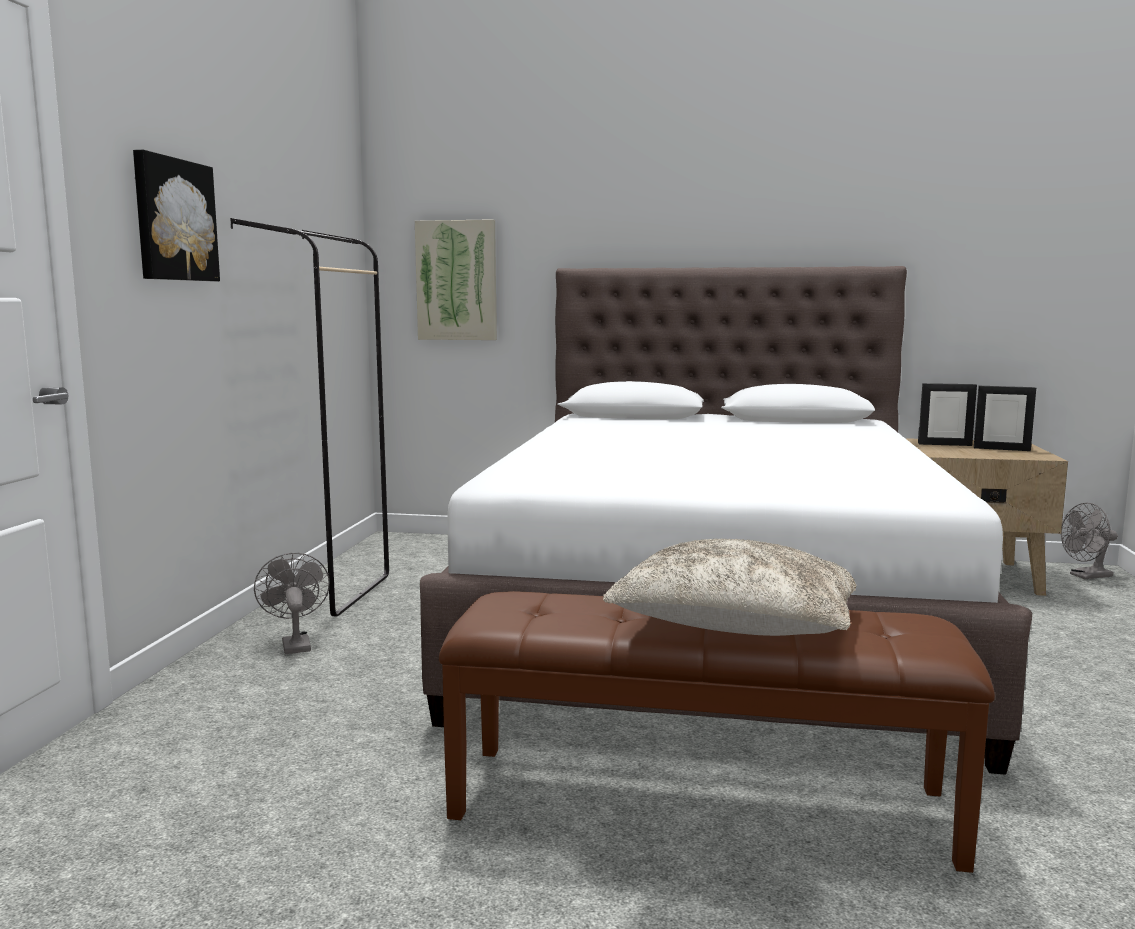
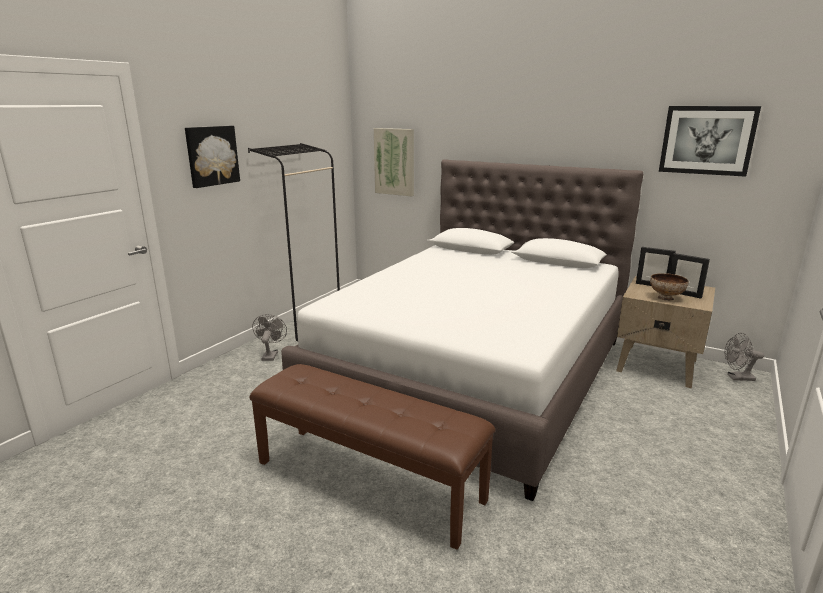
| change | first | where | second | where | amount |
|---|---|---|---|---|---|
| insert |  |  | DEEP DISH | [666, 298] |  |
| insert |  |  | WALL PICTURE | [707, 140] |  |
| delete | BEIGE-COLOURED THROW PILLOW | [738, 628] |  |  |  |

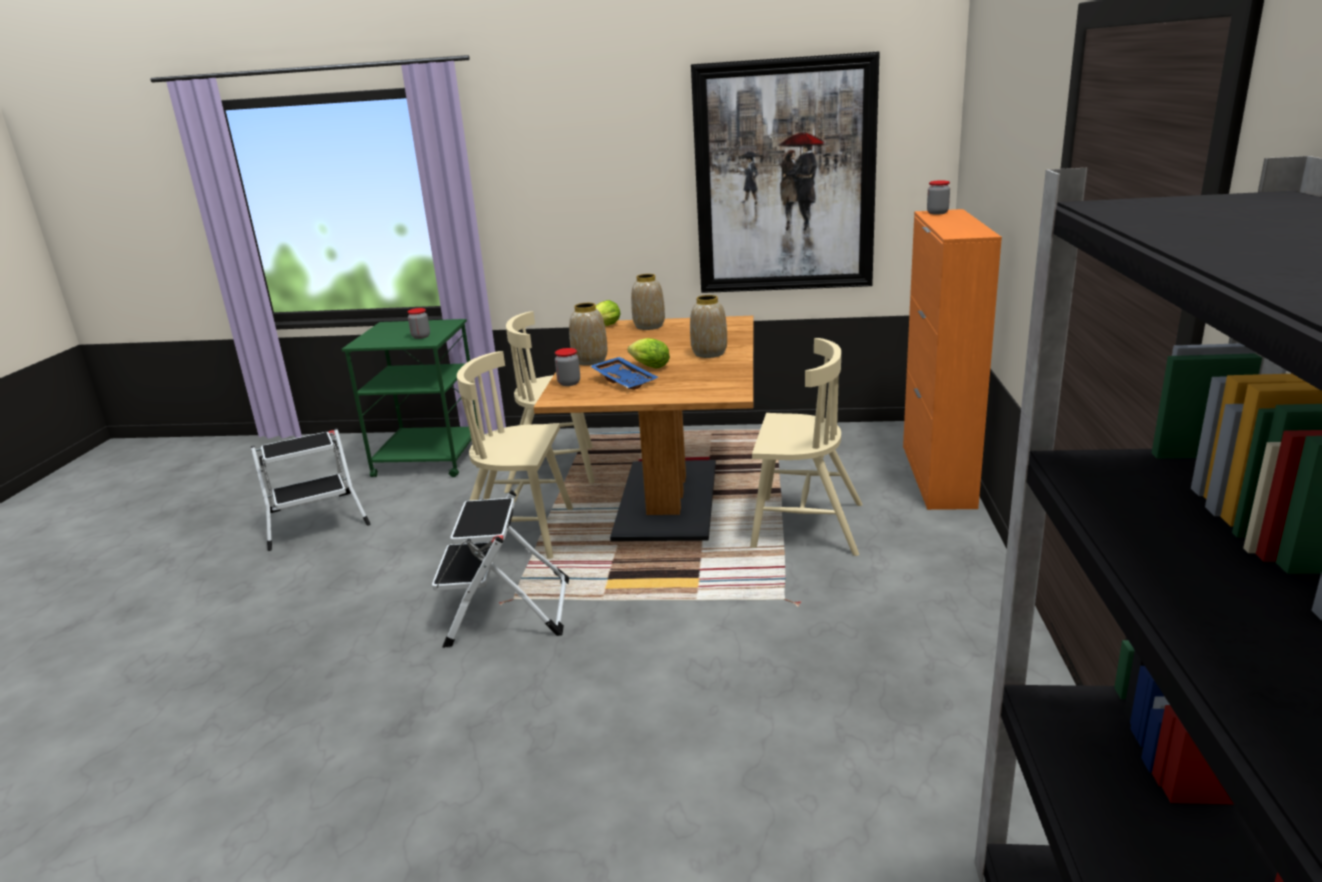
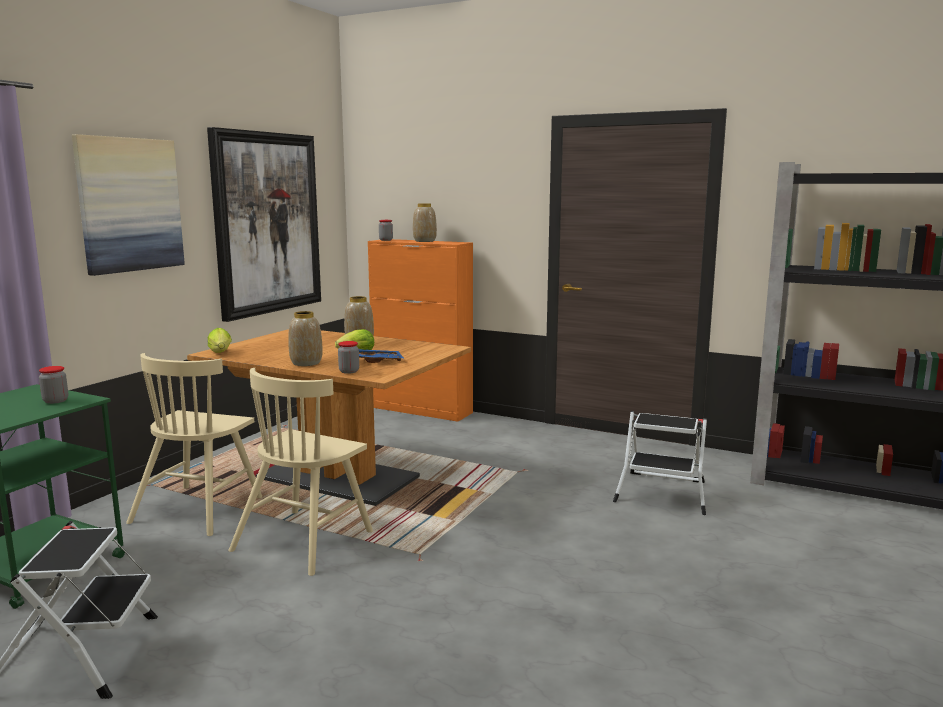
| change | first | where | second | where | amount |
|---|---|---|---|---|---|
| insert |  |  | WALL PICTURE | [130, 205] |  |
| move | DECORATIVE VASE | [649, 326] |  | [425, 241] |  |
| move | STEP STOOL | [506, 609] |  | [662, 492] |  |
| delete | BEIGE-COLOURED UPRIGHT CHAIR | [800, 525] |  |  |  |

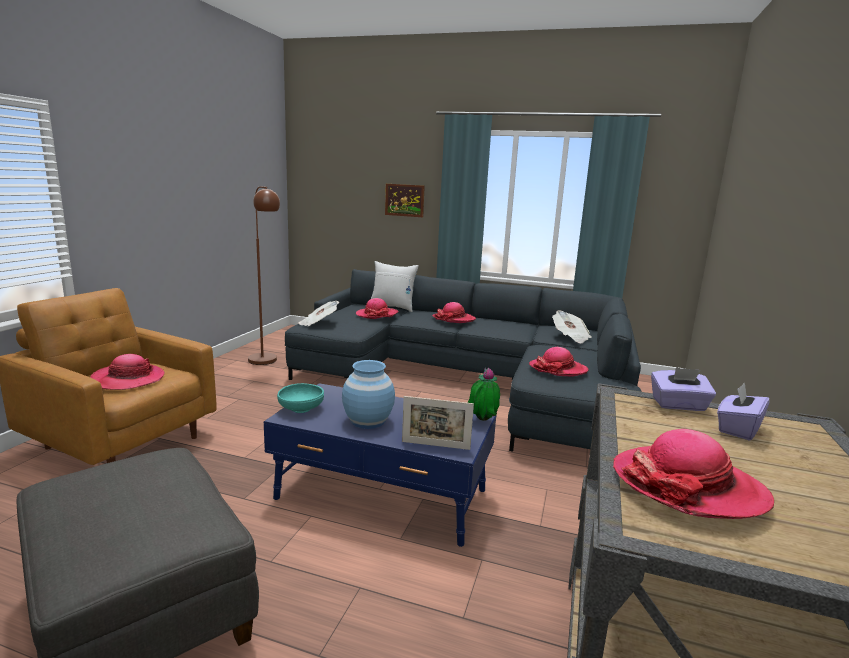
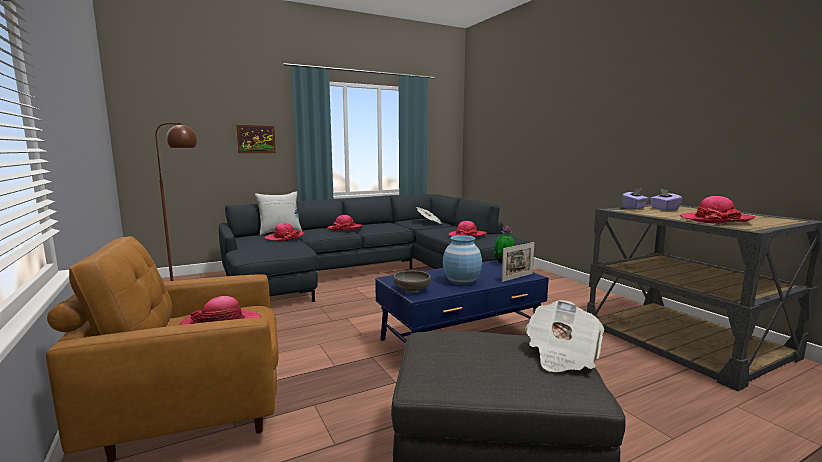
| change | first | where | second | where | amount |
|---|---|---|---|---|---|
| recolor | BLUE-GREEN DEEP DISH | [301, 409] | GREYISH DEEP DISH | [412, 290] |  |
| move | NEWSPAPER | [318, 324] |  | [561, 355] |  |

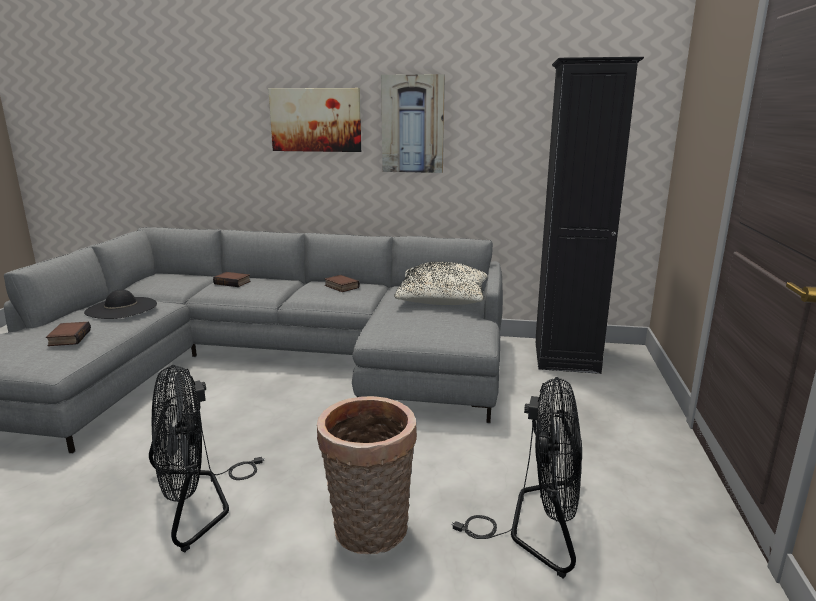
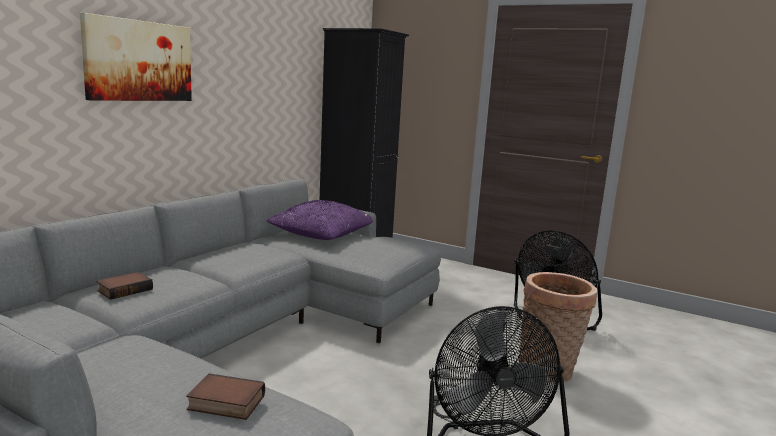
| change | first | where | second | where | amount |
|---|---|---|---|---|---|
| recolor | BEIGE-COLOURED THROW PILLOW | [442, 298] | PURPLE-COLOURED THROW PILLOW | [322, 233] |  |
| delete | BLACKISH WEARABLE HAT | [121, 308] |  |  |  |
| delete | VOLUME | [340, 287] |  |  |  |
| delete | WALL PICTURE | [413, 124] |  |  |  |

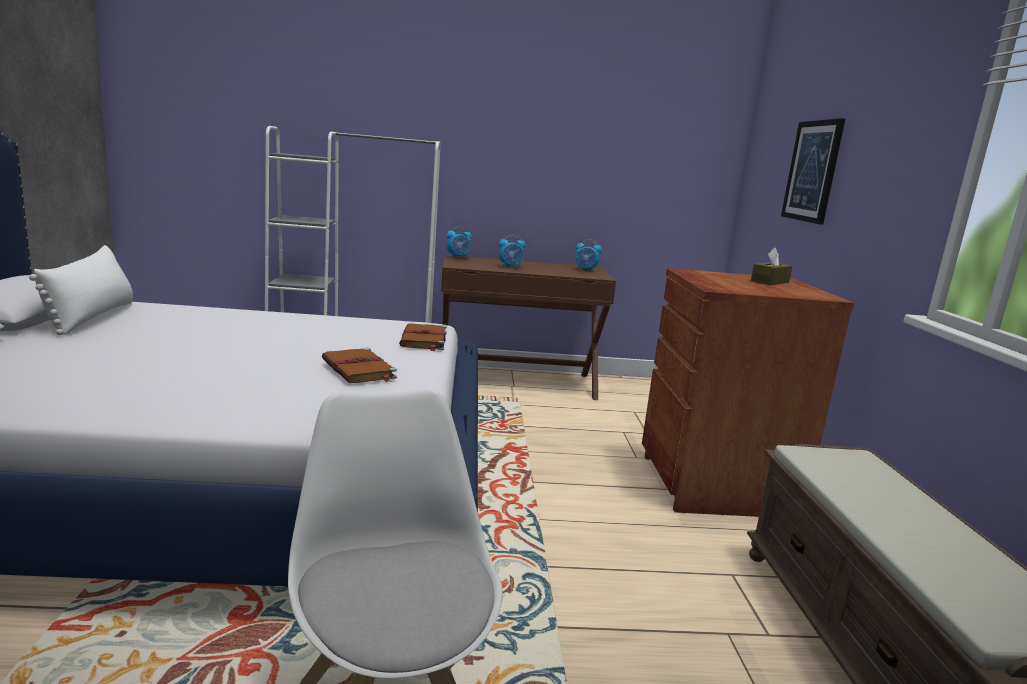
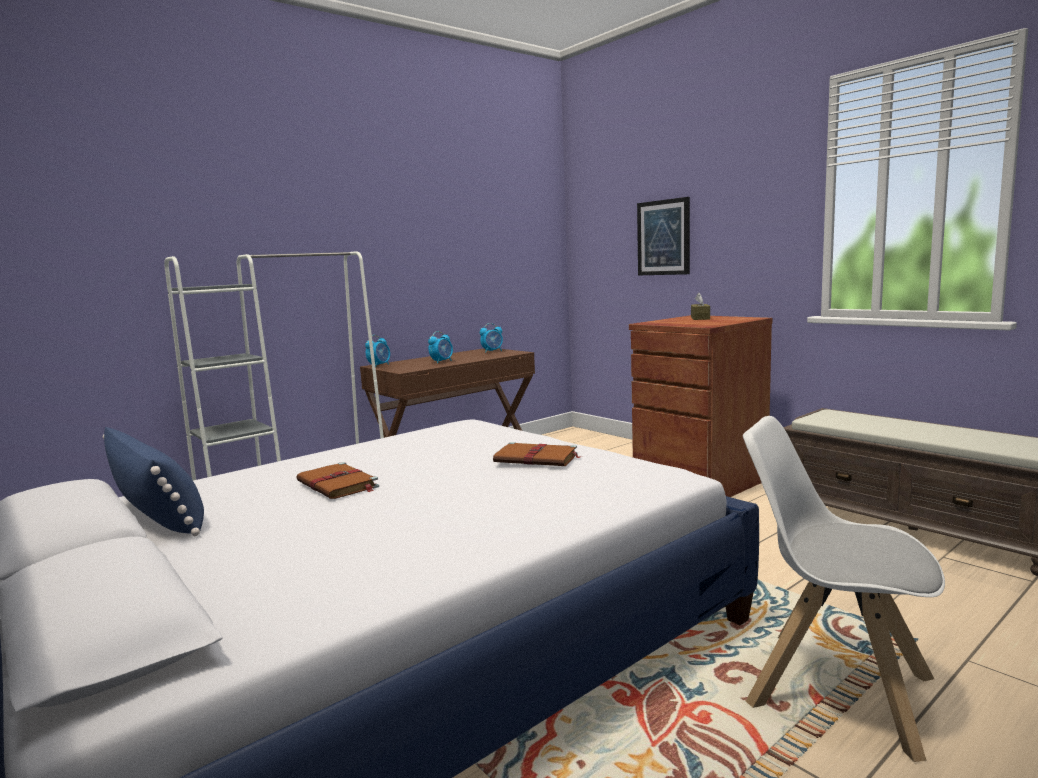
| change | first | where | second | where | amount |
|---|---|---|---|---|---|
| recolor | WHITE-COLOURED THROW PILLOW | [92, 317] | BLUE THROW PILLOW | [158, 515] |  |
| move | BROWNISH VOLUME | [424, 340] |  | [338, 484] |  |

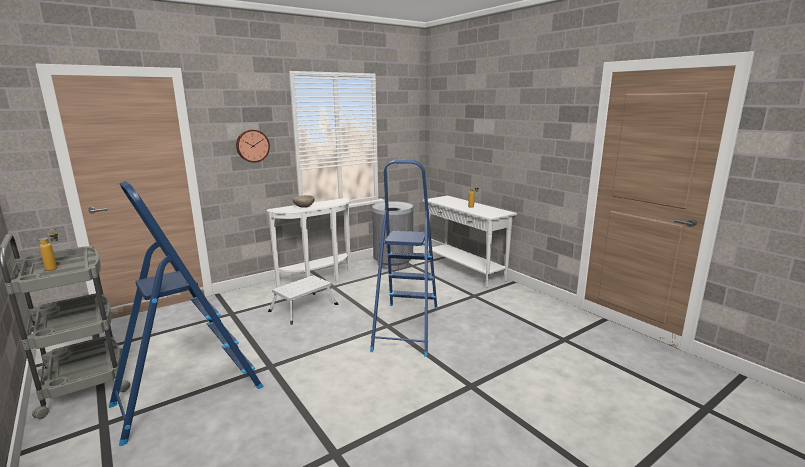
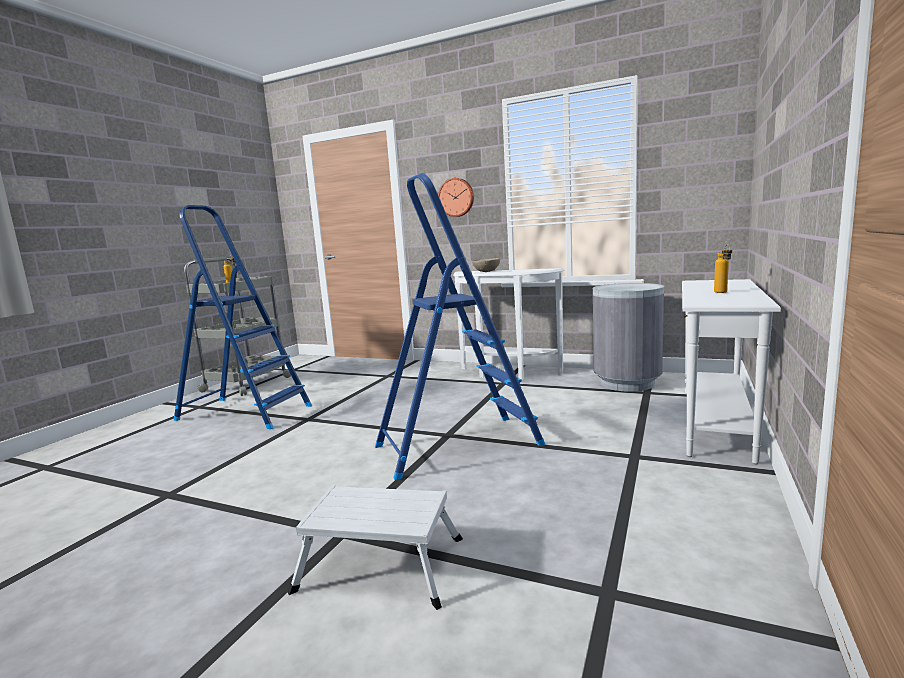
| change | first | where | second | where | amount |
|---|---|---|---|---|---|
| move | WHITE-COLOURED STEP STOOL | [304, 307] |  | [381, 564] |  |

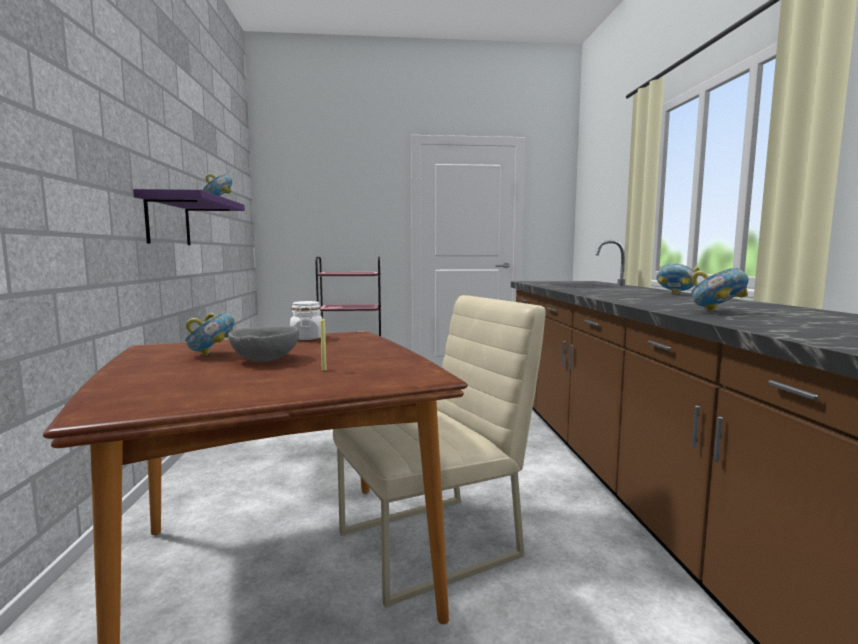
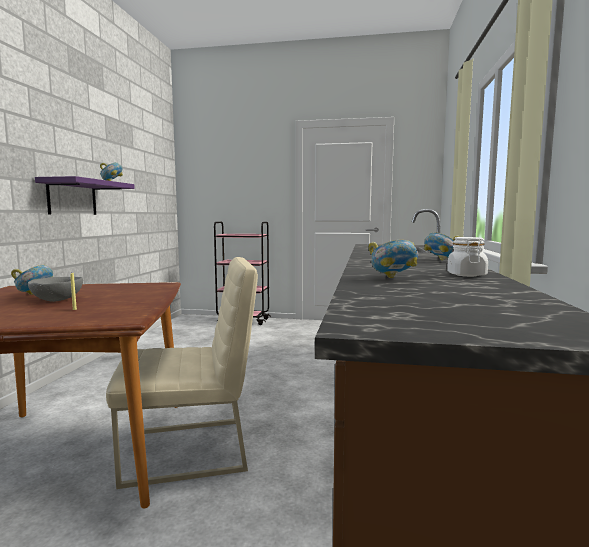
| change | first | where | second | where | amount |
|---|---|---|---|---|---|
| move | WHITE-COLOURED STORAGE JAR | [307, 338] |  | [466, 275] |  |

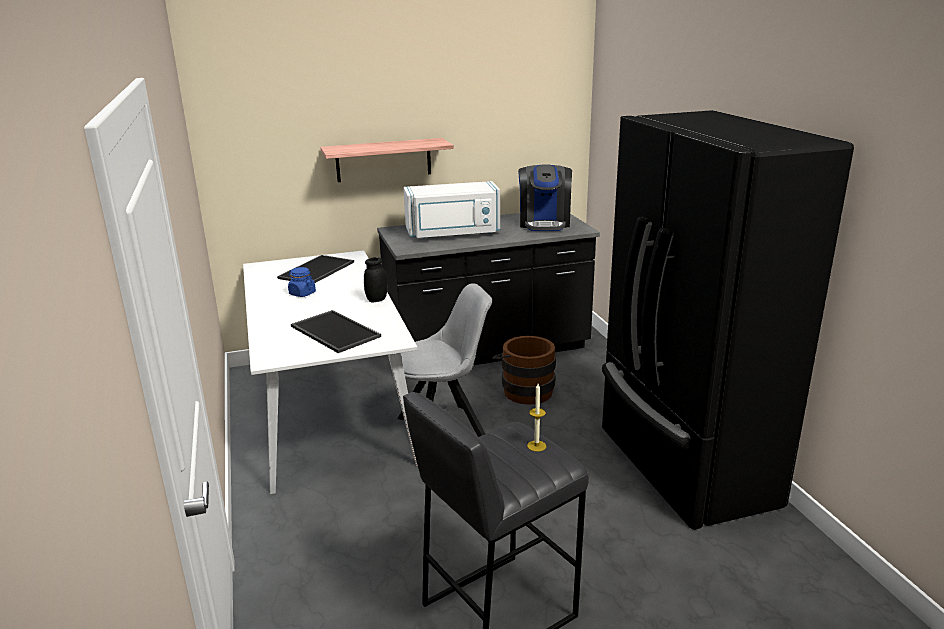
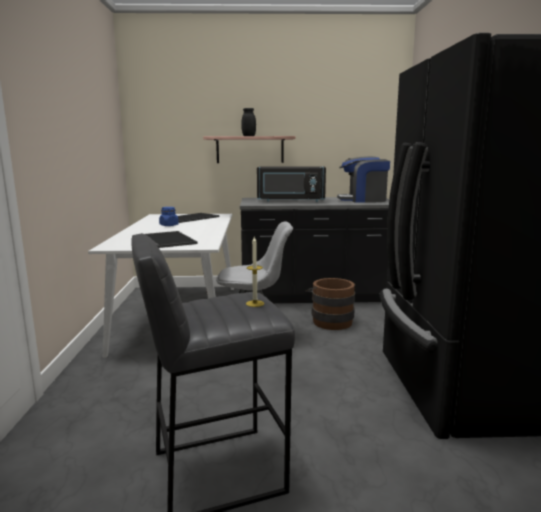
| change | first | where | second | where | amount |
|---|---|---|---|---|---|
| move | BLACKISH STORAGE JAR | [376, 300] |  | [249, 136] |  |
| recolor | WHITE-COLOURED MICROWAVE | [453, 233] | BLACKISH MICROWAVE | [291, 201] |  |
| rotate | COFFEE BREWER | [544, 223] |  | [363, 200] | 75 degrees clockwise |

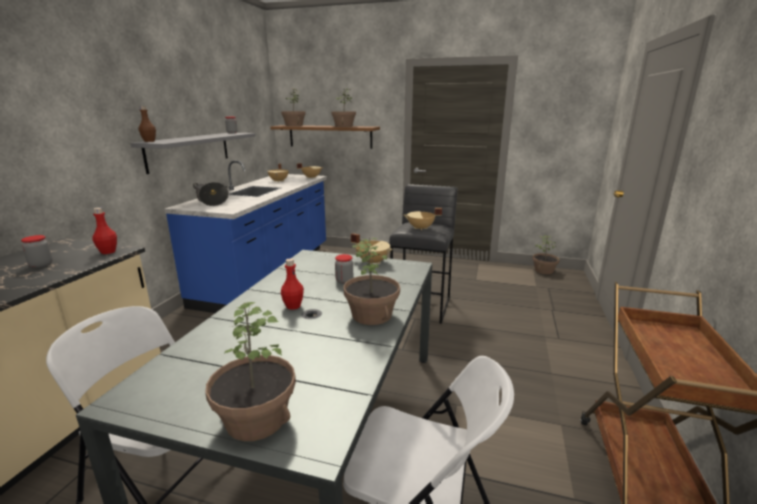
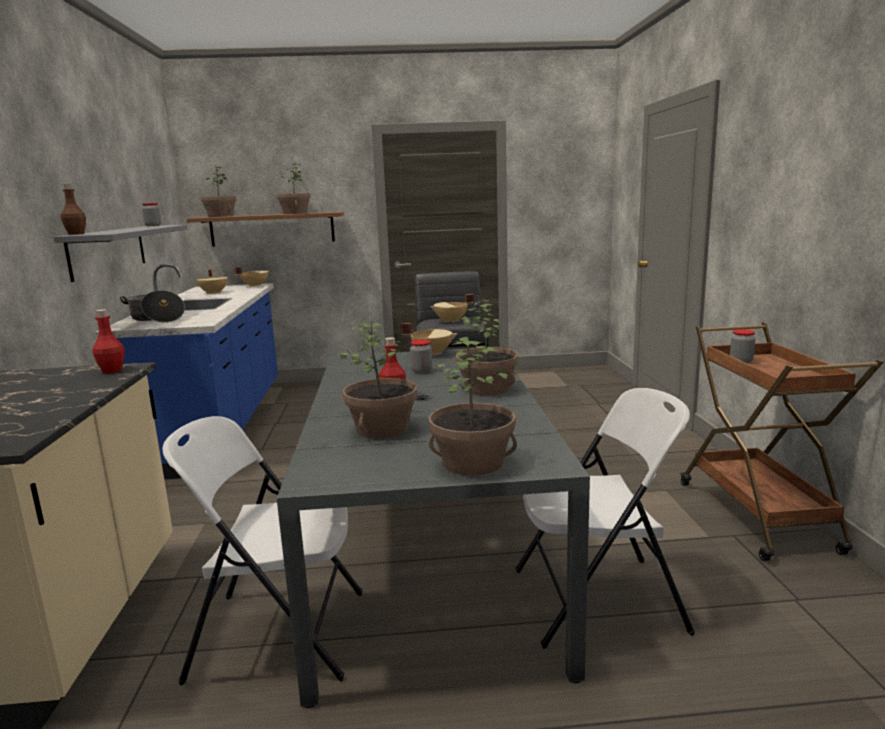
| change | first | where | second | where | amount |
|---|---|---|---|---|---|
| move | HOUSEPLANT | [544, 271] |  | [383, 428] |  |
| move | STORAGE JAR | [41, 265] |  | [741, 361] |  |

